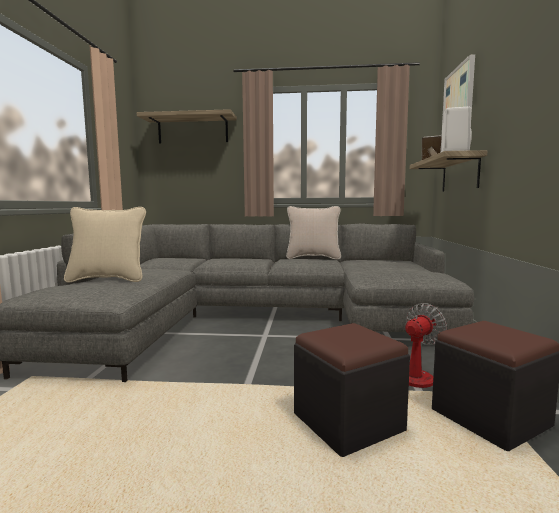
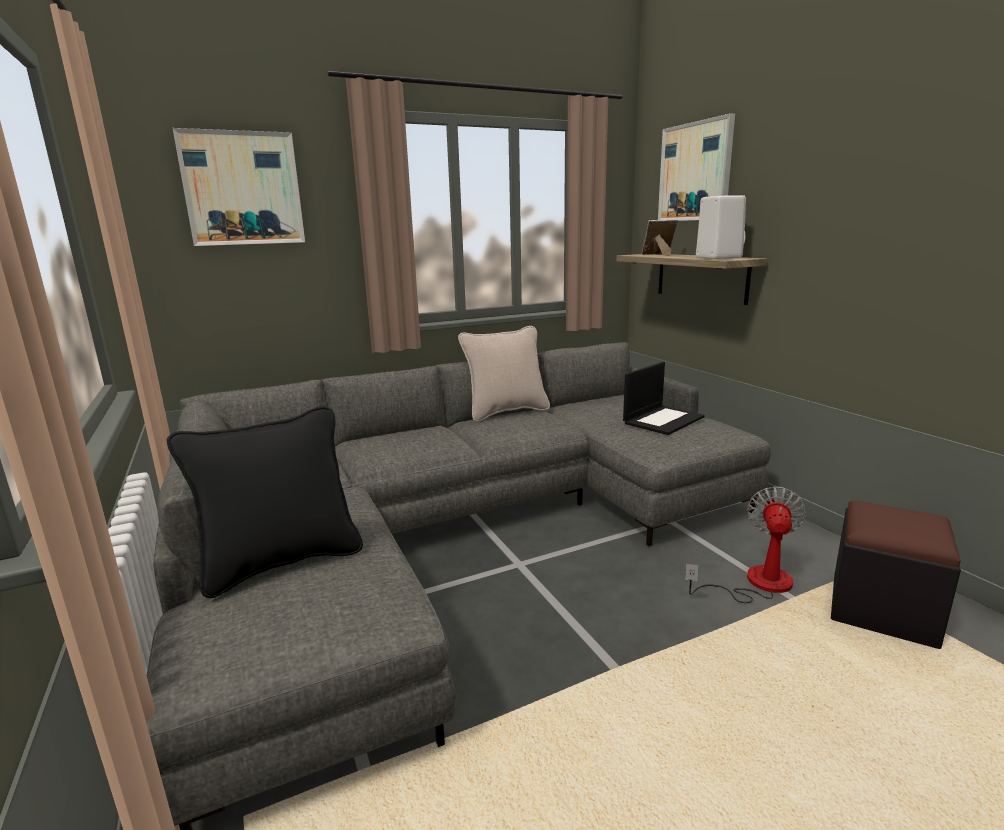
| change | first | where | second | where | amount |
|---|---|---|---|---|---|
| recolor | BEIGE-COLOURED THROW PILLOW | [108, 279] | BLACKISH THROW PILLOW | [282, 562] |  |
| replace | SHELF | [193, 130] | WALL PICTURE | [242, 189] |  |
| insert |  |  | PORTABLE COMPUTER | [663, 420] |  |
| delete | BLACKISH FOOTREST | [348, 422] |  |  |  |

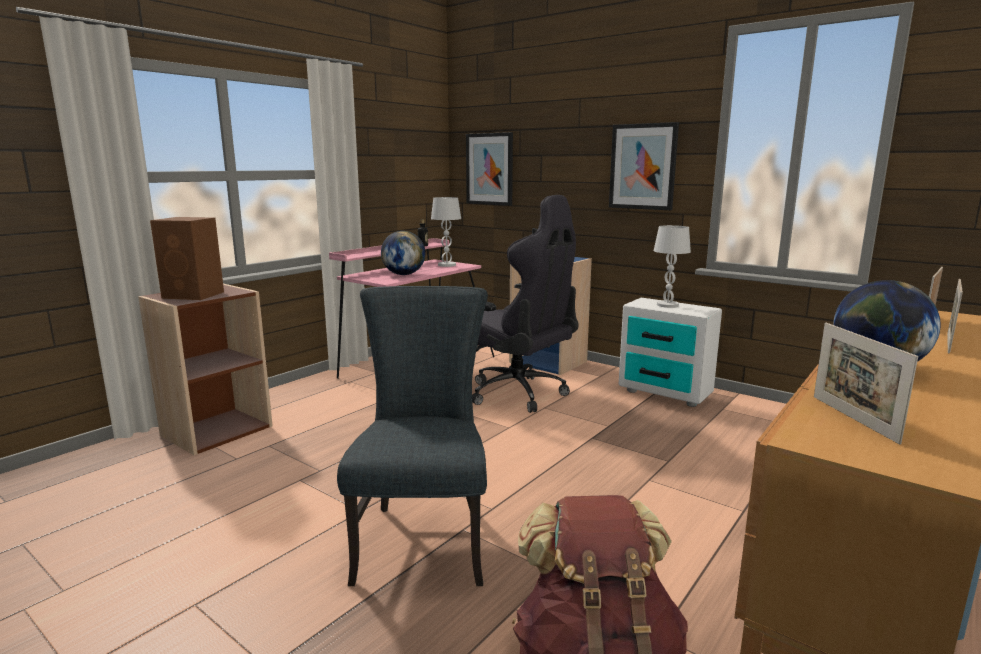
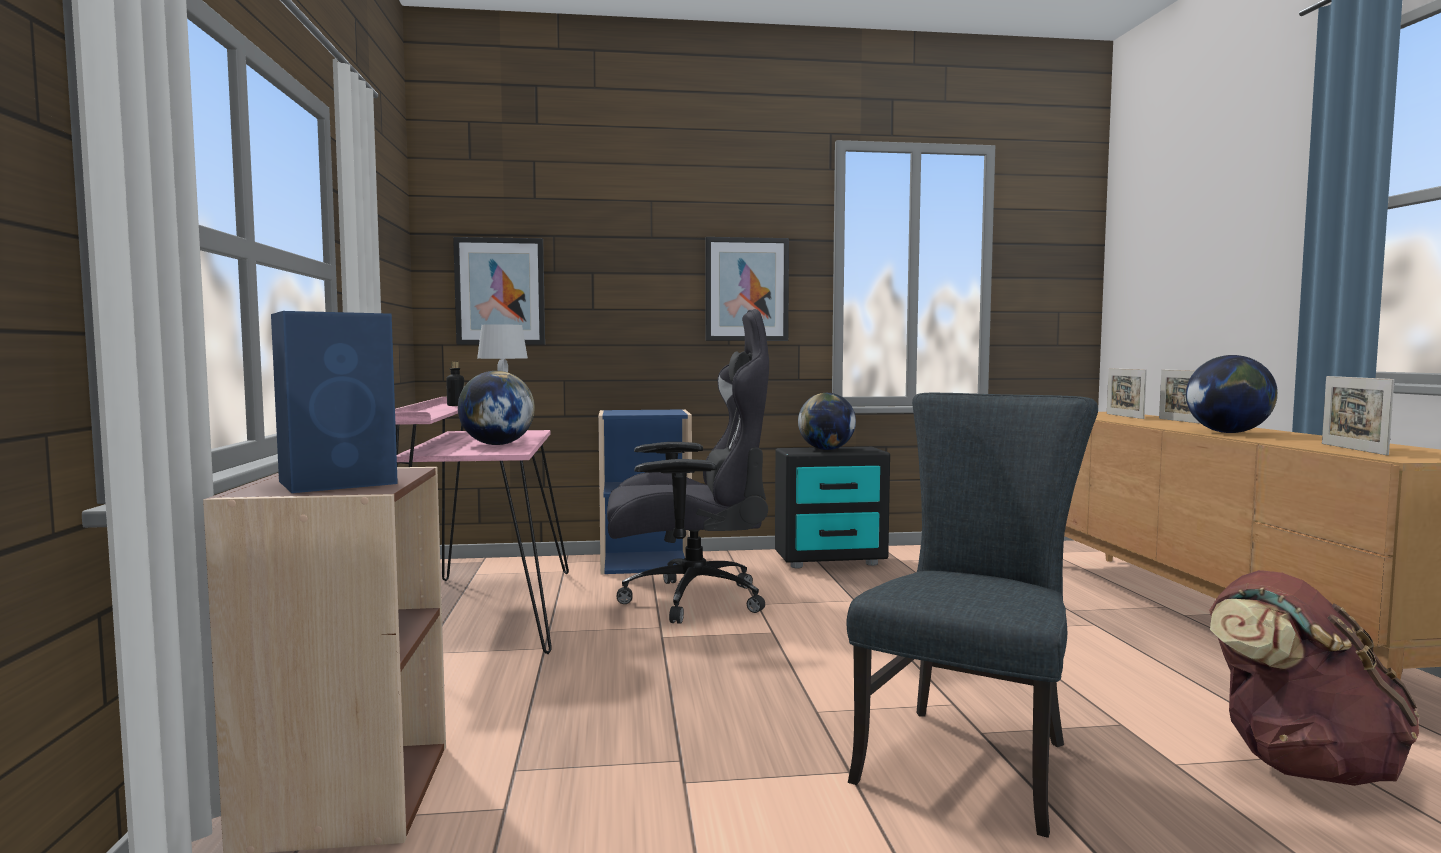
| change | first | where | second | where | amount |
|---|---|---|---|---|---|
| recolor | BROWNISH LOUDSPEAKER | [194, 295] | BLUE LOUDSPEAKER | [341, 482] |  |
| recolor | WHITE-COLOURED BEDSIDE TABLE | [664, 395] | BLACKISH BEDSIDE TABLE | [831, 562] |  |
| replace | WHITE-COLOURED TABLETOP LAMP | [668, 305] | DESK GLOBE | [826, 449] |  |
| rotate | GREYISH UPRIGHT CHAIR | [424, 537] |  | [970, 757] | 75 degrees clockwise |
| rotate | PHOTO FRAME | [853, 418] |  | [1353, 449] | 60 degrees clockwise |

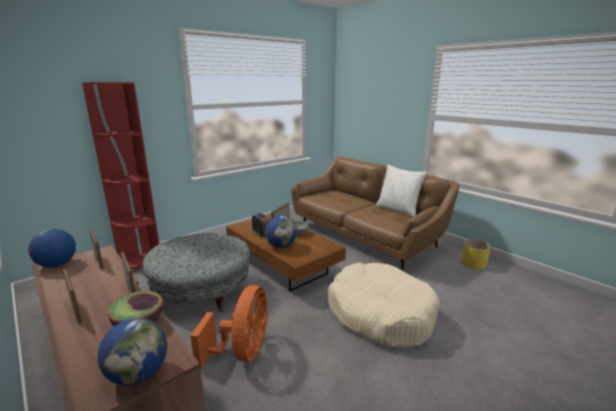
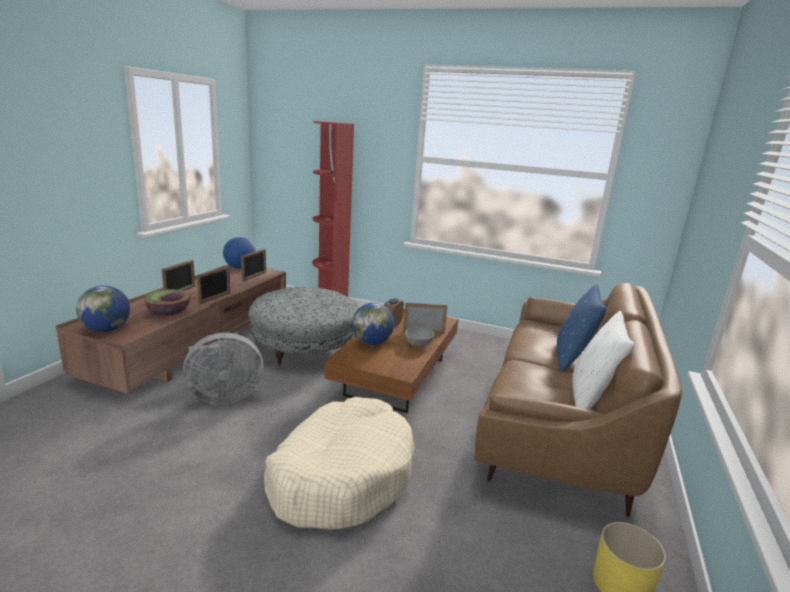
| change | first | where | second | where | amount |
|---|---|---|---|---|---|
| recolor | ORANGE-COLOURED COOLING FAN | [242, 352] | GREYISH COOLING FAN | [222, 397] |  |
| insert |  |  | BLUE THROW PILLOW | [572, 358] |  |

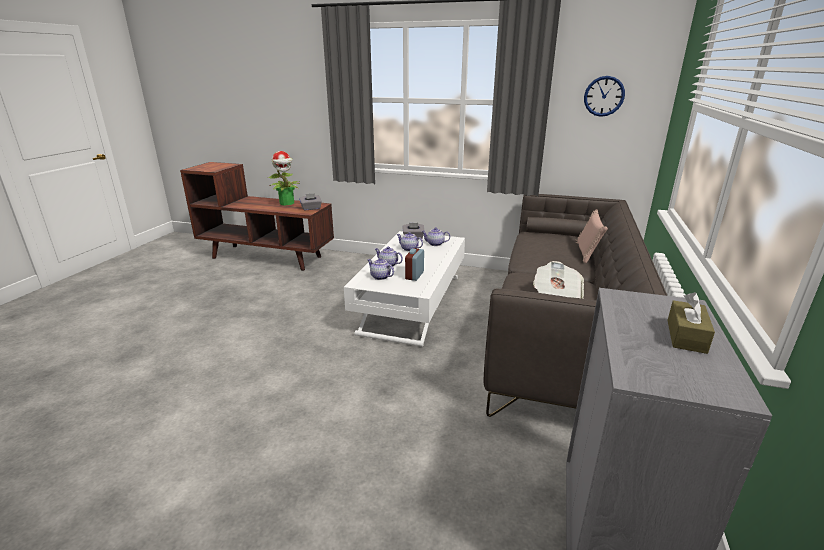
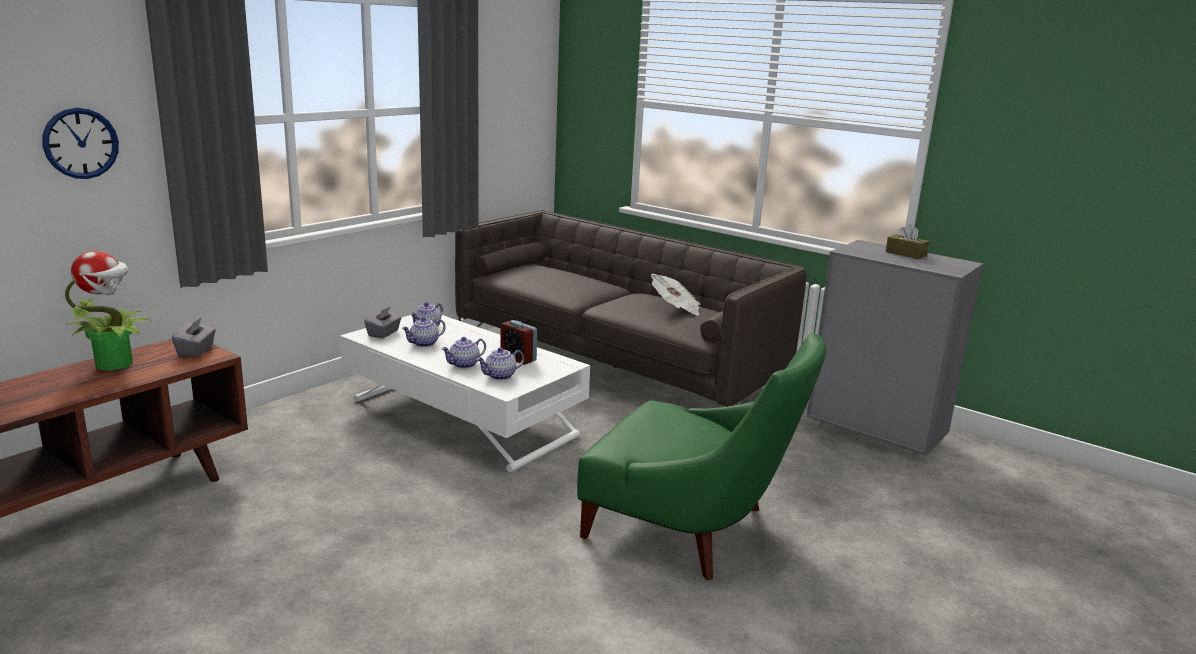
| change | first | where | second | where | amount |
|---|---|---|---|---|---|
| move | WALL CLOCK | [604, 96] |  | [81, 143] |  |
| insert |  |  | GREEN-COLOURED LOUNGE CHAIR | [691, 529] |  |
| delete | BEIGE-COLOURED THROW PILLOW | [587, 253] |  |  |  |

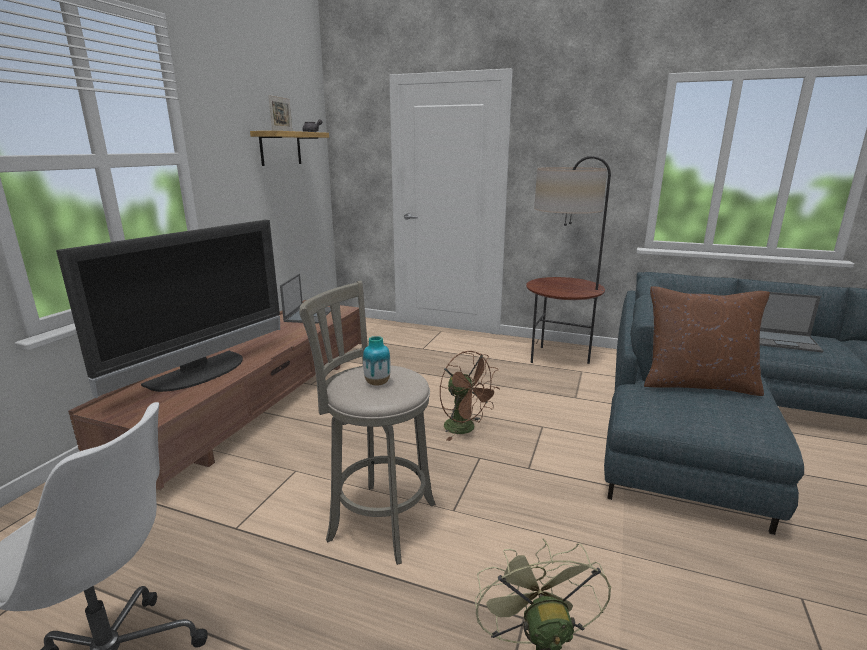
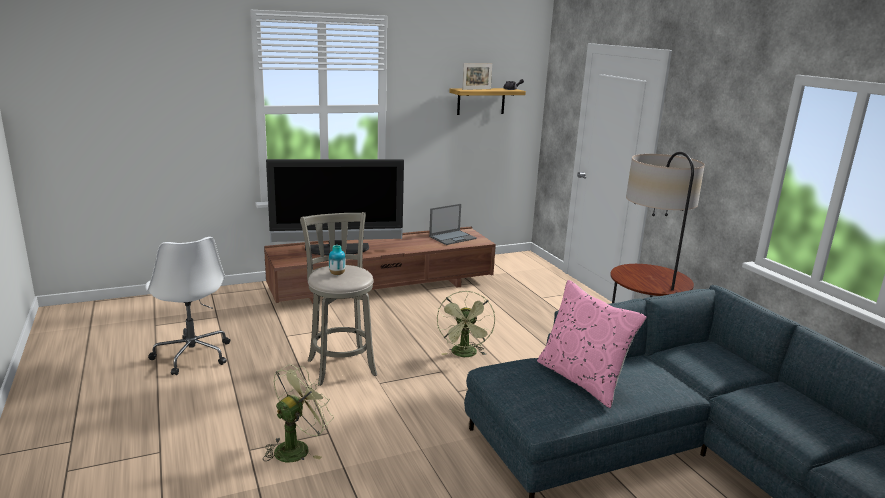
| change | first | where | second | where | amount |
|---|---|---|---|---|---|
| recolor | BROWNISH COOLING FAN | [465, 429] | GREEN-COLOURED COOLING FAN | [465, 354] |  |
| recolor | BROWNISH THROW PILLOW | [697, 384] | PINKISH THROW PILLOW | [582, 379] |  |
| delete | PORTABLE COMPUTER | [783, 341] |  |  |  |

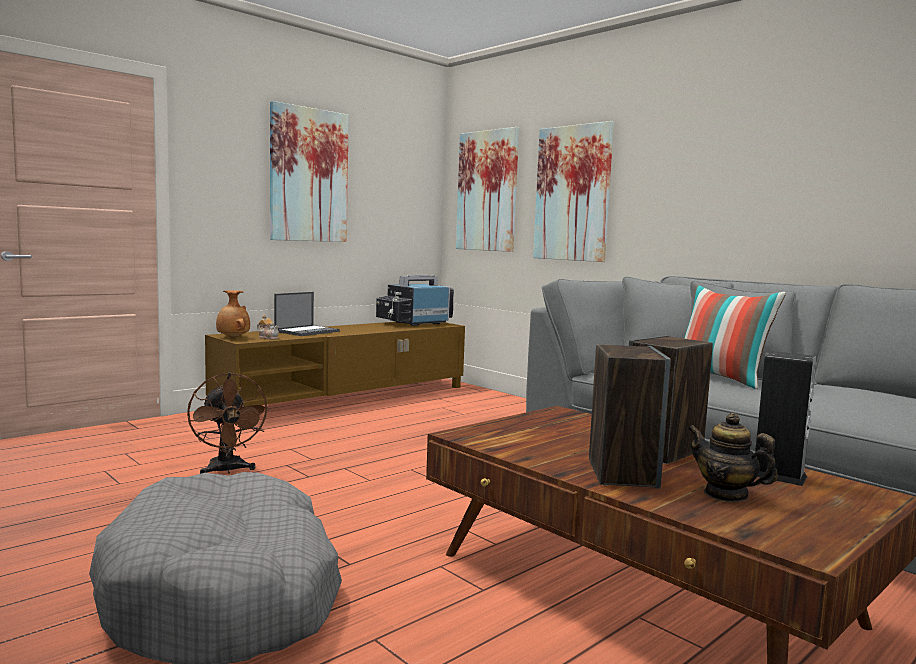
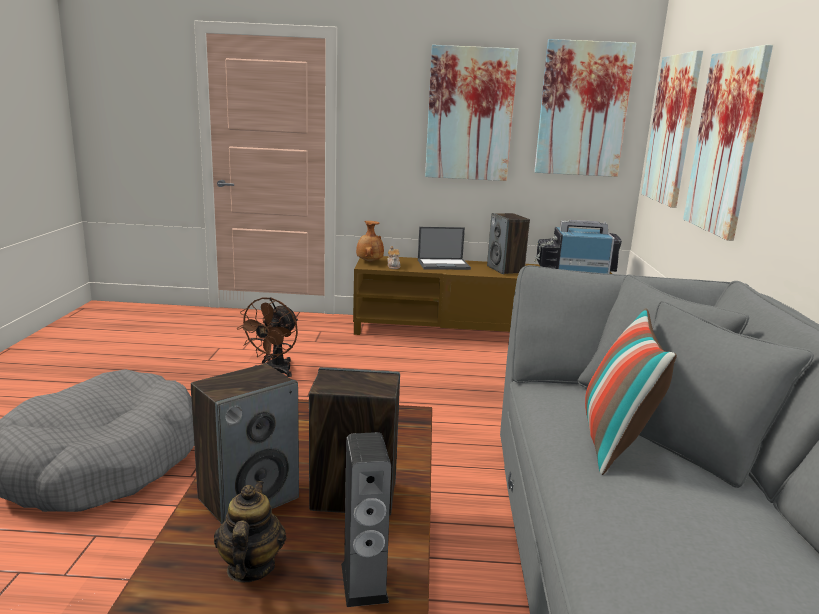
| change | first | where | second | where | amount |
|---|---|---|---|---|---|
| insert |  |  | LOUDSPEAKER | [505, 269] |  |
| insert |  |  | WALL PICTURE | [583, 109] |  |

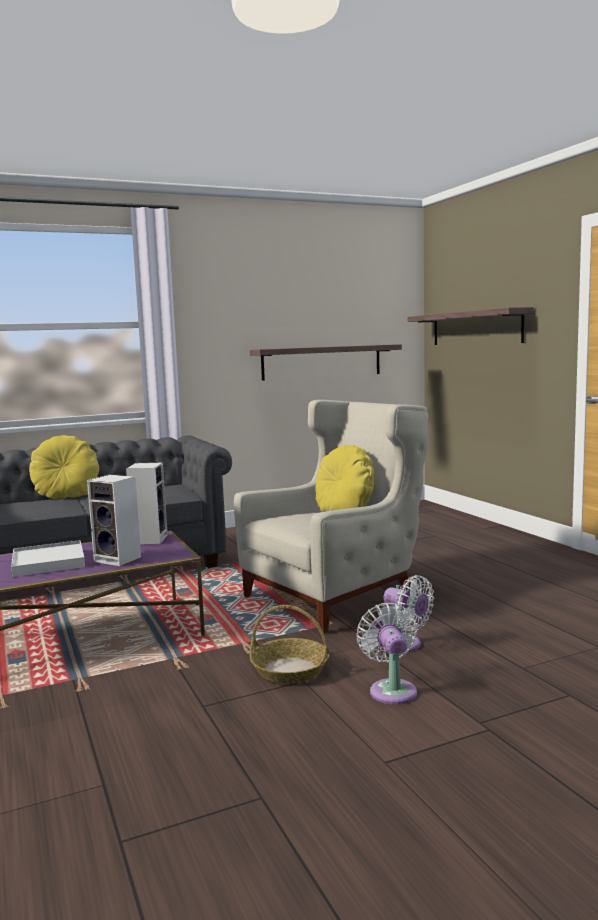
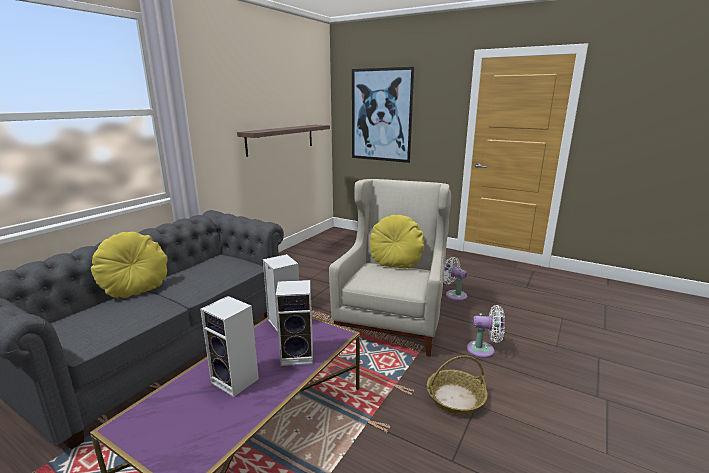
| change | first | where | second | where | amount |
|---|---|---|---|---|---|
| replace | WHITE-COLOURED SERVING TRAY | [49, 562] | LOUDSPEAKER | [237, 381] |  |
| replace | SHELF | [475, 328] | WALL PICTURE | [381, 115] |  |
| move | WHITE-COLOURED COOLING FAN | [391, 689] |  | [454, 295] |  |

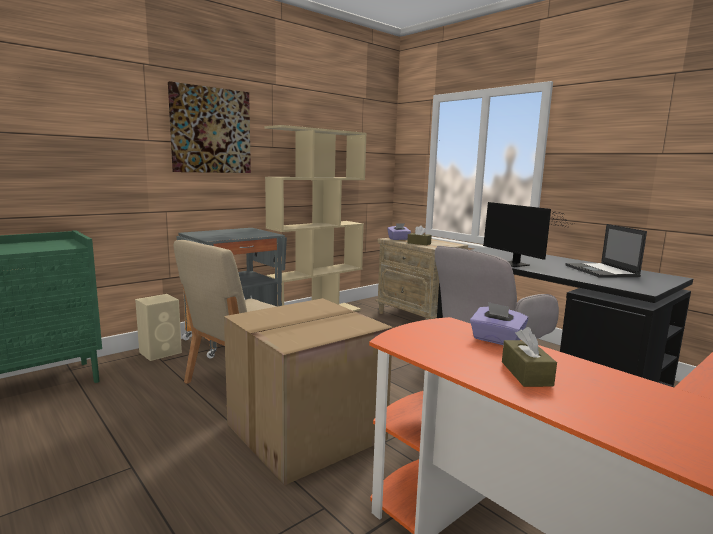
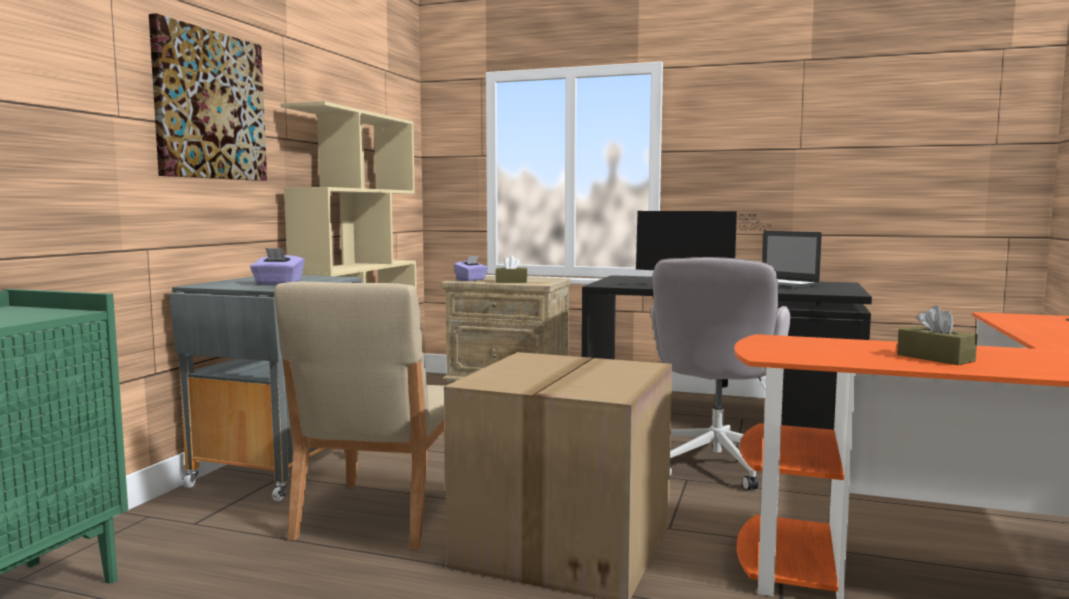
| change | first | where | second | where | amount |
|---|---|---|---|---|---|
| move | PURPLE-COLOURED TISSUE BOX | [496, 340] |  | [278, 283] |  |
| delete | BEIGE-COLOURED LOUDSPEAKER | [161, 352] |  |  |  |

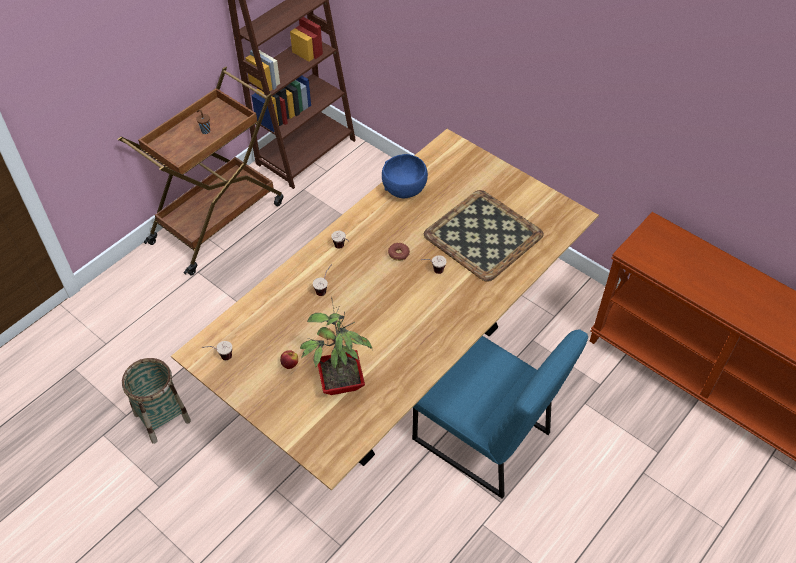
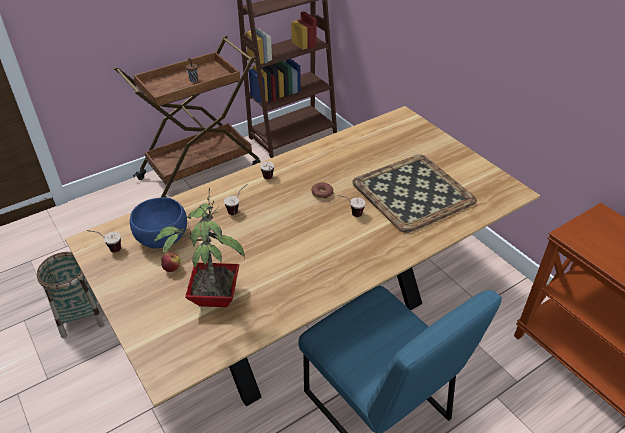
| change | first | where | second | where | amount |
|---|---|---|---|---|---|
| move | BLUE DEEP DISH | [405, 188] |  | [163, 237] |  |

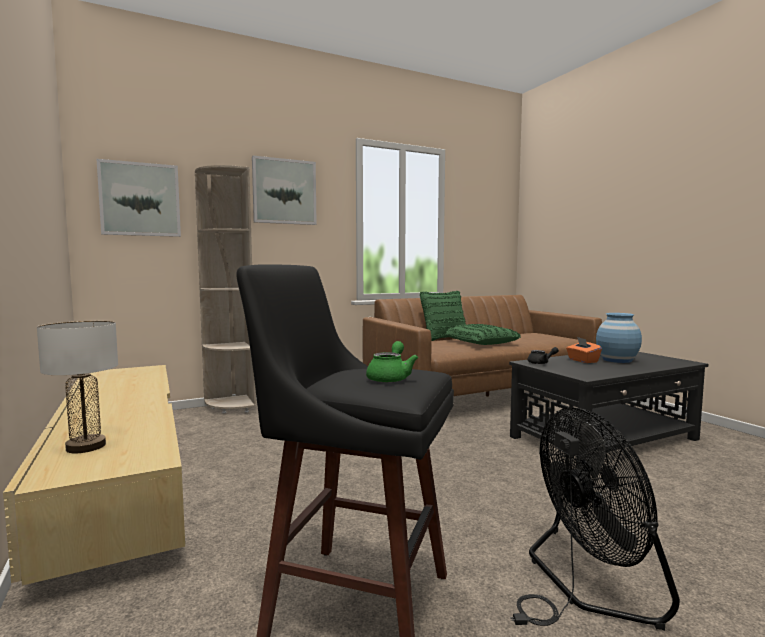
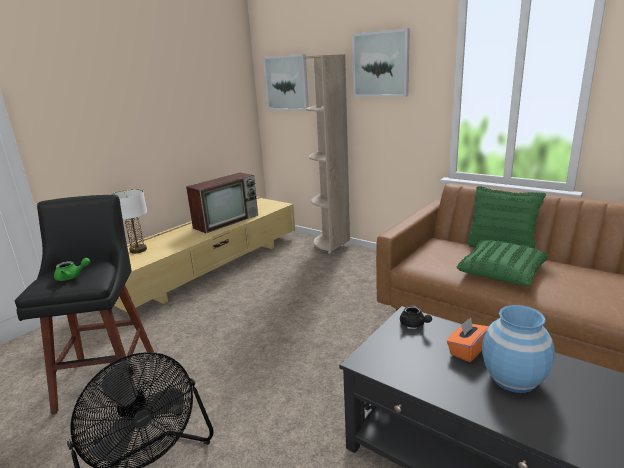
| change | first | where | second | where | amount |
|---|---|---|---|---|---|
| insert |  |  | TELEVISION | [227, 221] |  |

